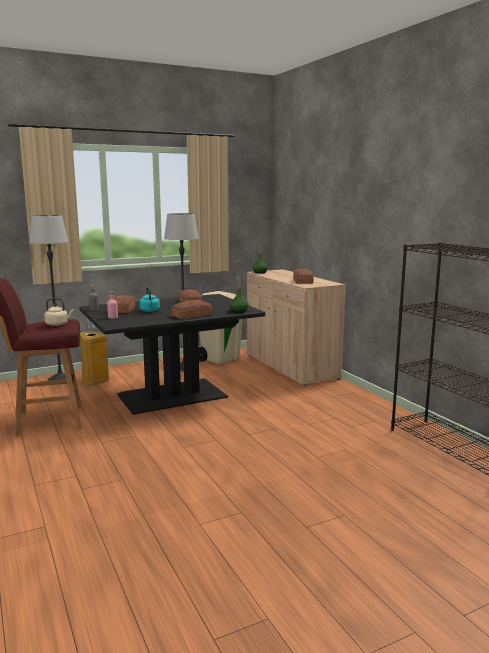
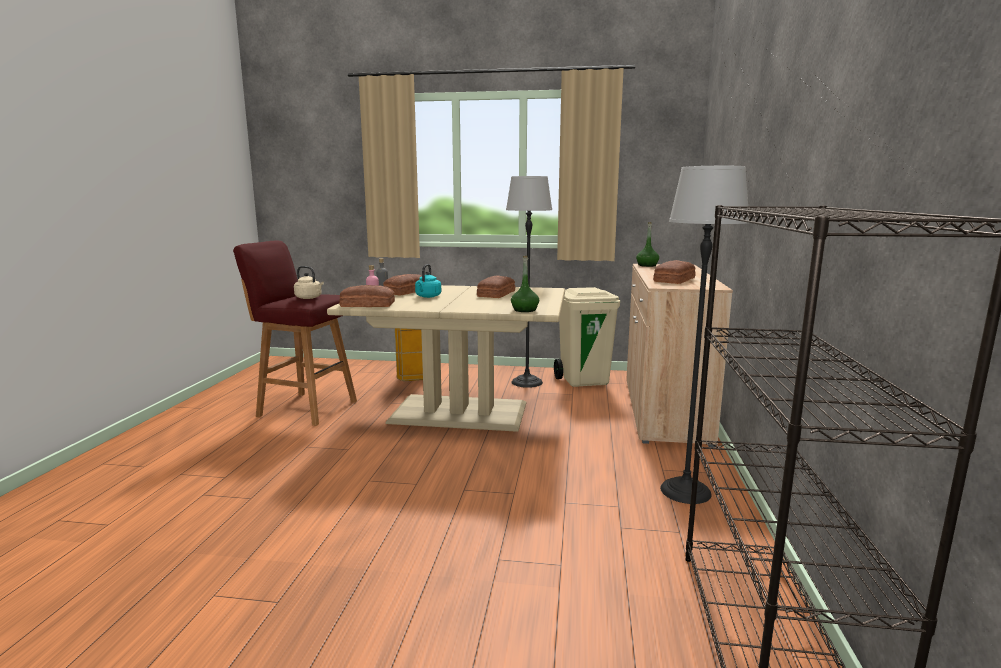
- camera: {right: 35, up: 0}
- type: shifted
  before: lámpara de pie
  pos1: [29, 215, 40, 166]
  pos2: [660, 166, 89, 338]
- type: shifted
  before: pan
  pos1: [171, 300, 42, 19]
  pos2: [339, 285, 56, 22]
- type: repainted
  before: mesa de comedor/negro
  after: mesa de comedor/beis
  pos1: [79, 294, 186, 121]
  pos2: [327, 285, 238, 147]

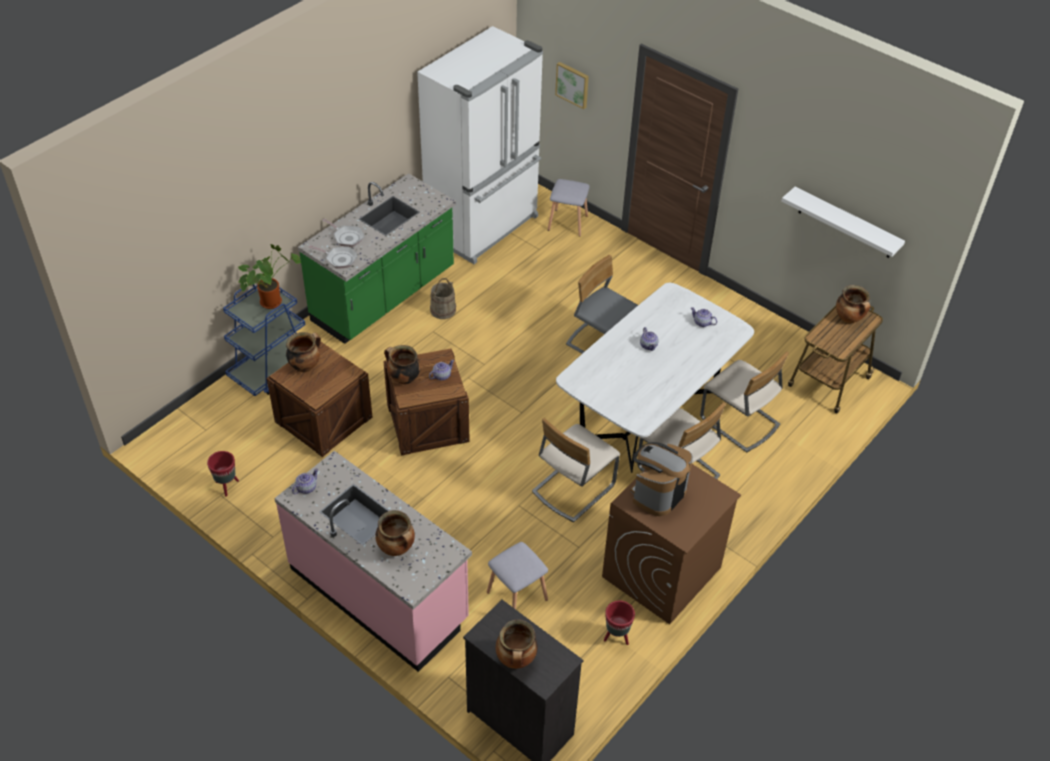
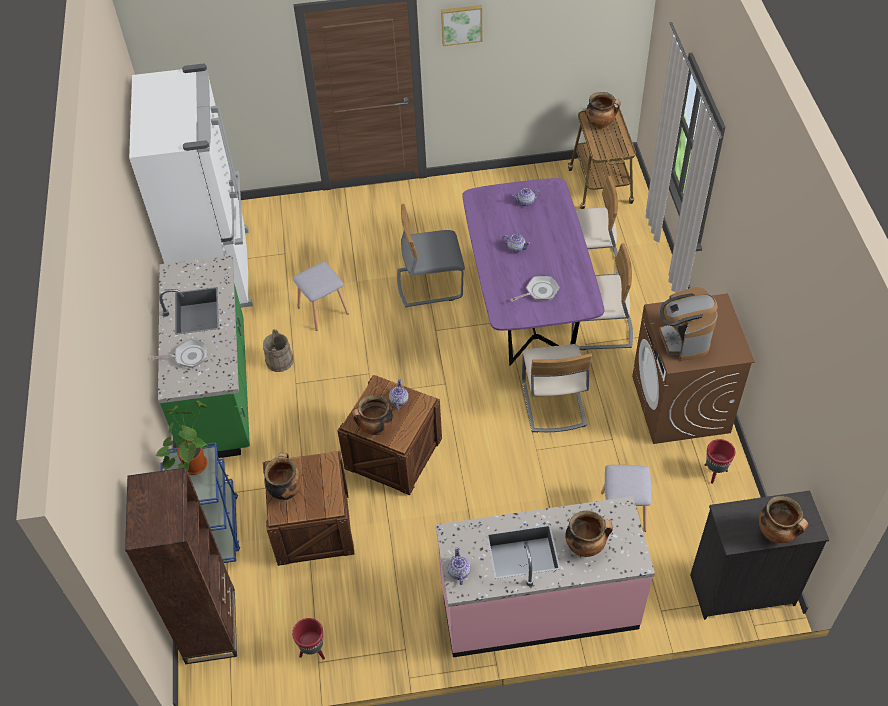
- camera: {right: -45, up: 5}
- type: gone
  before: estante/blanco
  pos1: [781, 187, 124, 71]
- type: new
  after: estantería/marrón
  pos2: [125, 468, 112, 196]
- type: shifted
  before: sartén
  pos1: [309, 245, 48, 24]
  pos2: [510, 276, 50, 26]
- type: shifted
  before: taburete/gris
  pos1: [548, 179, 42, 58]
  pos2: [293, 262, 56, 69]
- type: shifted
  before: cuadro
  pos1: [555, 62, 34, 47]
  pos2: [441, 5, 41, 41]
- type: repainted
  before: mesa de comedor/blanco
  after: mesa de comedor/morado
  pos1: [556, 283, 198, 190]
  pos2: [462, 178, 143, 188]

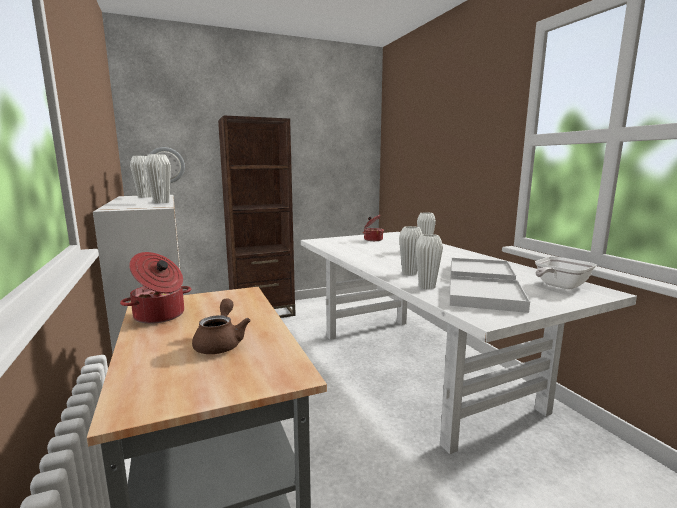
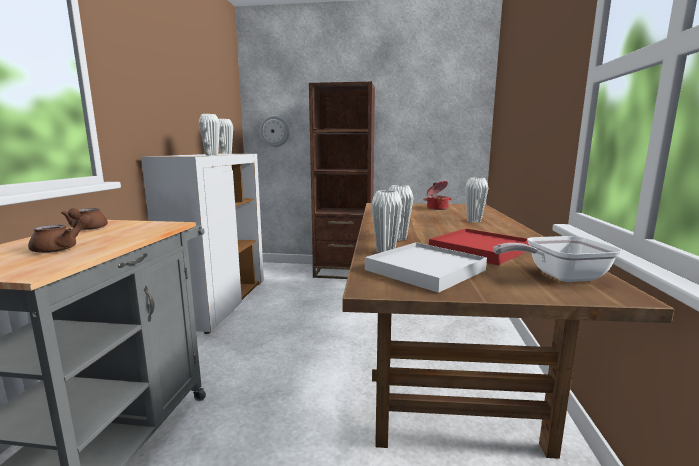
- camera: {right: 30, up: 0}
- type: swapped
  before: olla
  after: tetera/marrón
  pos1: [120, 252, 71, 72]
  pos2: [61, 208, 47, 22]
- type: repainted
  before: mesa de comedor/blanco
  after: mesa de comedor/marrón
  pos1: [301, 232, 336, 222]
  pos2: [342, 203, 332, 256]
- type: repainted
  before: bandeja/blanco
  after: bandeja/rojo
  pos1: [451, 258, 65, 22]
  pos2: [429, 228, 101, 37]

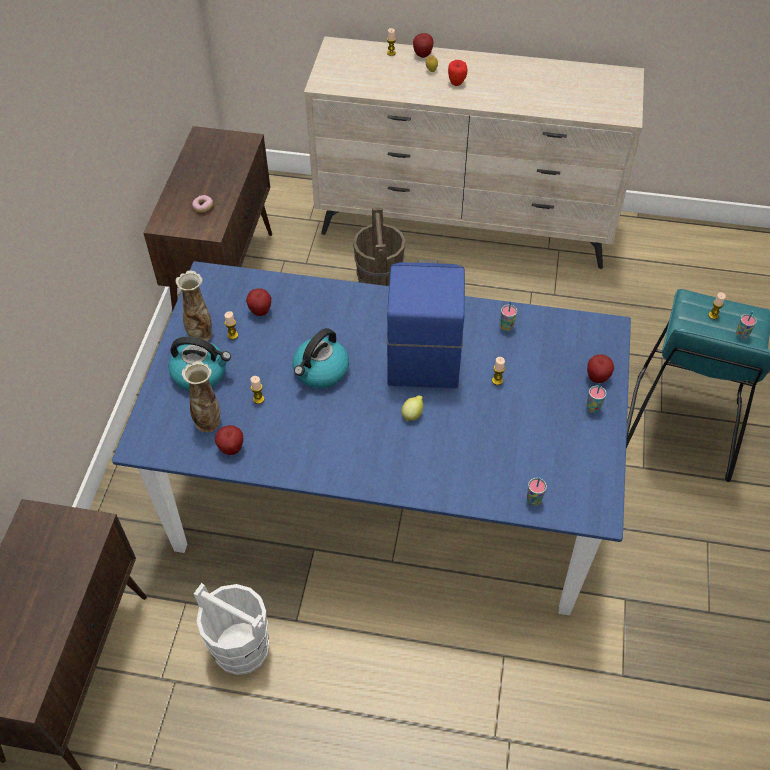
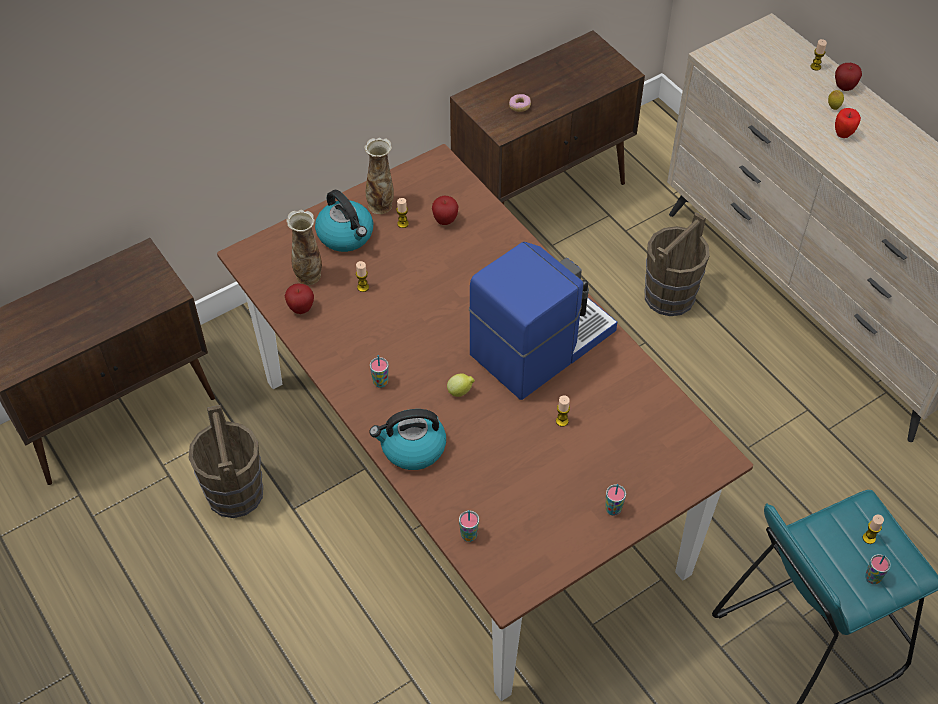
- camera: {right: 45, up: 0}
- type: gone
  before: manzana
  pos1: [587, 354, 27, 29]
- type: shifted
  before: hervidor
  pos1: [293, 328, 56, 60]
  pos2: [369, 409, 77, 61]
- type: shifted
  before: taza
  pos1: [500, 301, 17, 31]
  pos2: [370, 355, 18, 33]
- type: repainted
  before: mesa de comedor/azul
  after: mesa de comedor/marrón
  pos1: [112, 261, 519, 354]
  pos2: [217, 144, 536, 557]
- type: repainted
  before: cubo/blanco
  after: cubo/marrón
  pos1: [194, 583, 75, 92]
  pos2: [189, 405, 74, 113]

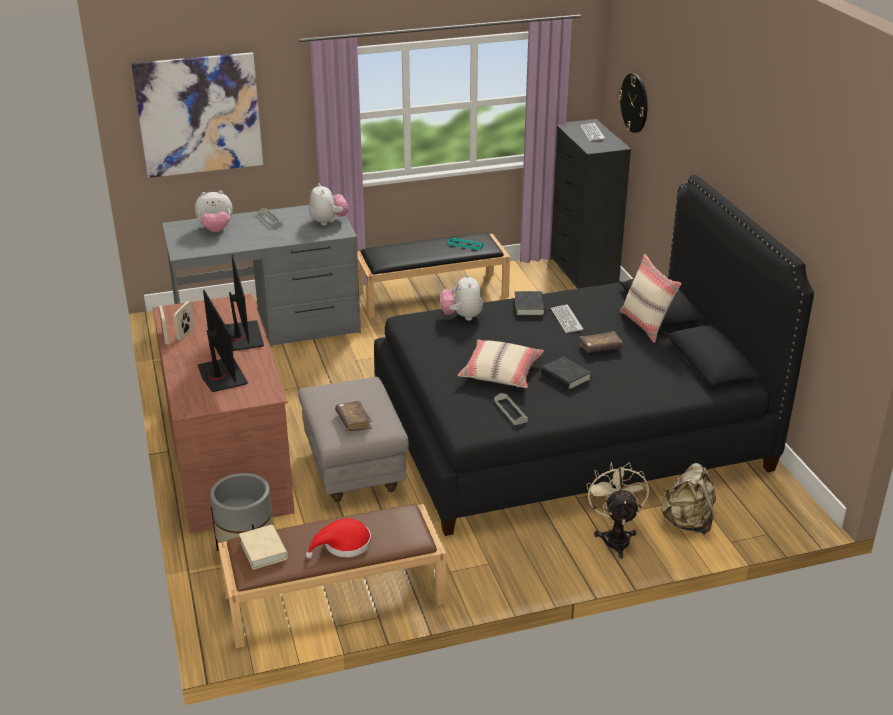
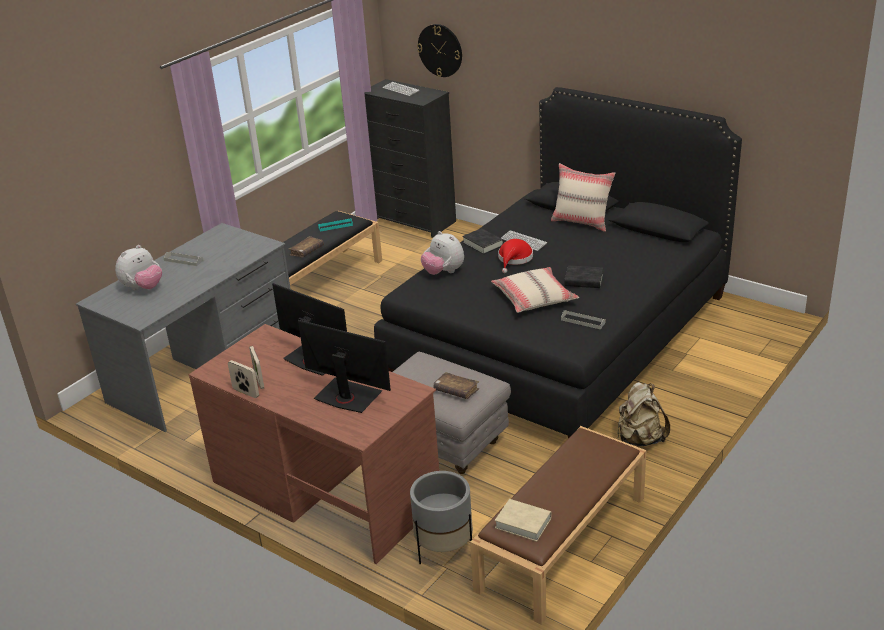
- camera: {right: -35, up: 0}
- type: gone
  before: cuadro
  pos1: [131, 52, 132, 126]
- type: gone
  before: peluche
  pos1: [309, 183, 39, 43]
- type: gone
  before: ventilador/beis
  pos1: [587, 462, 62, 97]
- type: shifted
  before: sombrero/rojo
  pos1: [306, 518, 65, 41]
  pos2: [498, 239, 35, 34]
- type: shifted
  before: libro/marrón
  pos1: [580, 331, 43, 22]
  pos2: [288, 236, 36, 22]
- type: shifted
  before: mochila/beis
  pos1: [661, 463, 55, 72]
  pos2: [617, 382, 53, 64]

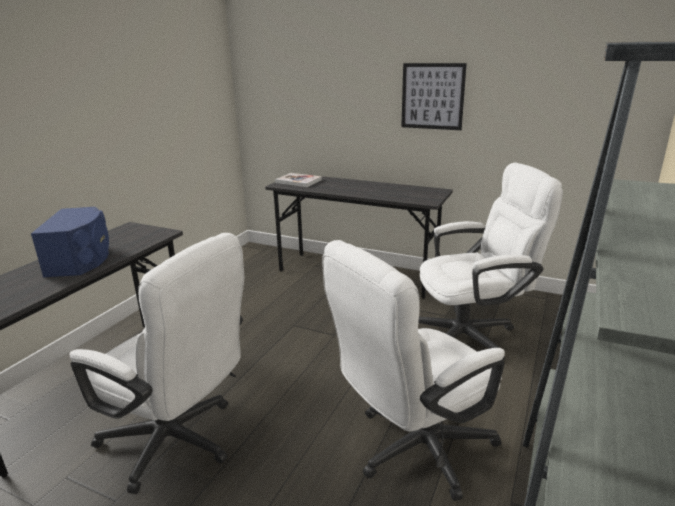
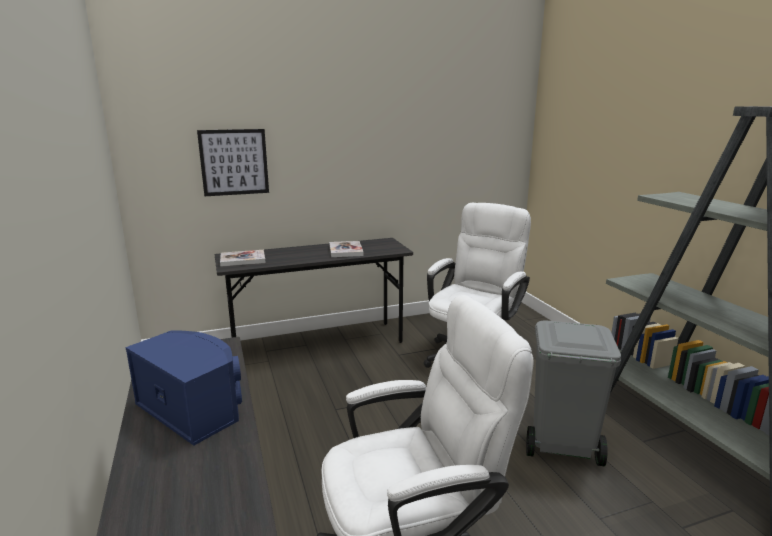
- camera: {right: -45, up: -5}
- type: new
  after: libro
  pos2: [329, 241, 35, 16]
- type: shifted
  before: cuadro
  pos1: [401, 63, 66, 67]
  pos2: [197, 129, 72, 67]
- type: swapped
  before: silla de oficina/blanco
  after: papelera/gris
  pos1: [322, 240, 183, 261]
  pos2: [526, 321, 95, 145]

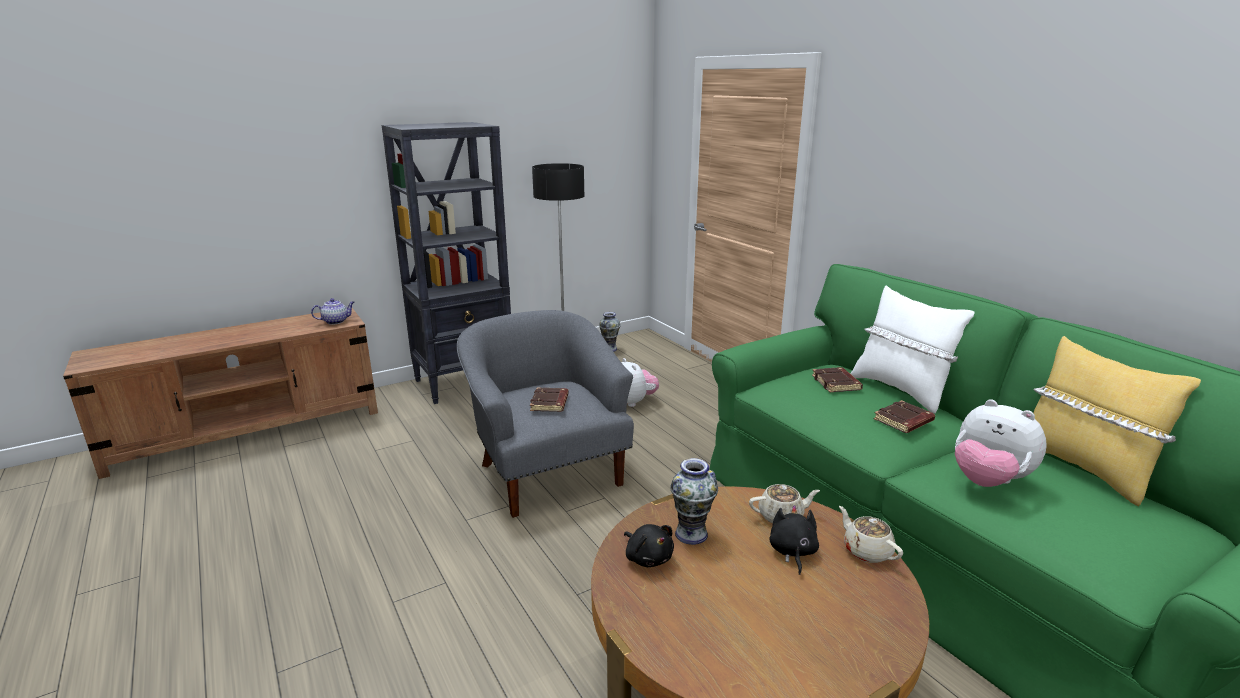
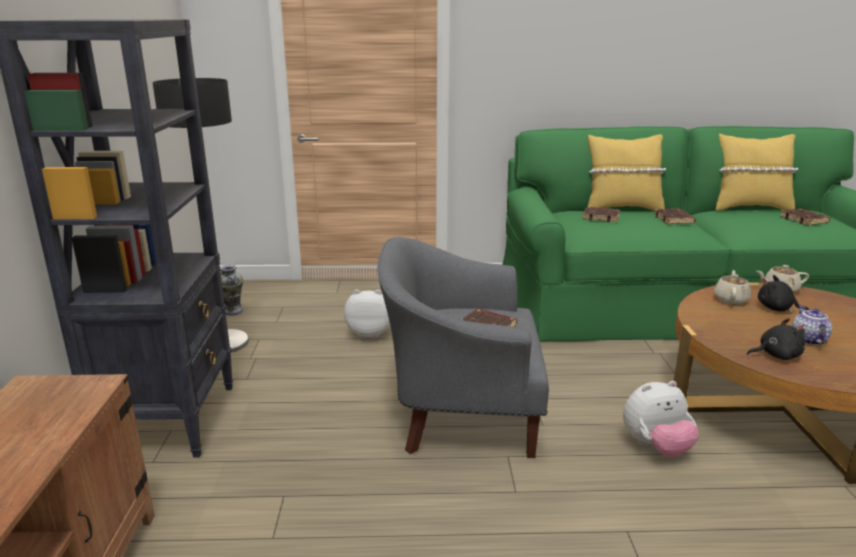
- camera: {right: -60, up: 0}
- type: gone
  before: florero
  pos1: [670, 458, 48, 87]
- type: new
  after: libro/marrón
  pos2: [780, 208, 50, 18]
- type: shifted
  before: tetera
  pos1: [311, 298, 43, 27]
  pos2: [792, 306, 40, 39]
- type: shifted
  before: peluche
  pos1: [955, 399, 92, 88]
  pos2: [623, 381, 76, 76]
- type: repainted
  before: cojín/blanco
  after: cojín/amarillo
  pos1: [850, 285, 125, 129]
  pos2: [588, 135, 78, 76]

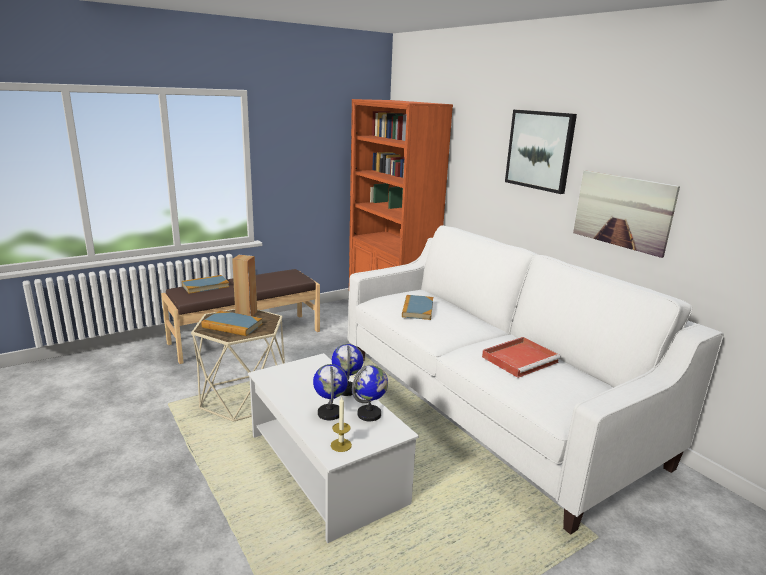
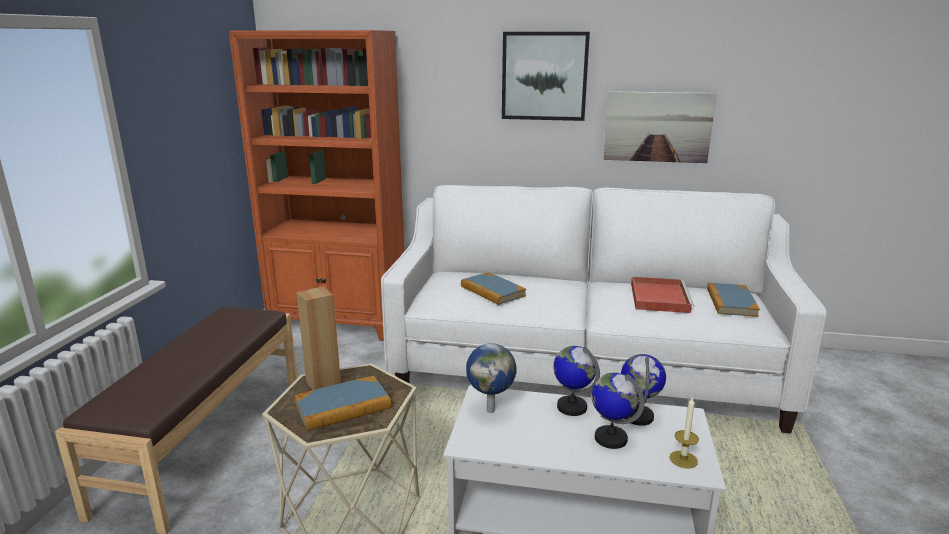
- camera: {right: -45, up: 0}
- type: new
  after: globo terráqueo
  pos2: [466, 343, 51, 70]
- type: shifted
  before: libro
  pos1: [182, 275, 47, 19]
  pos2: [707, 283, 53, 34]

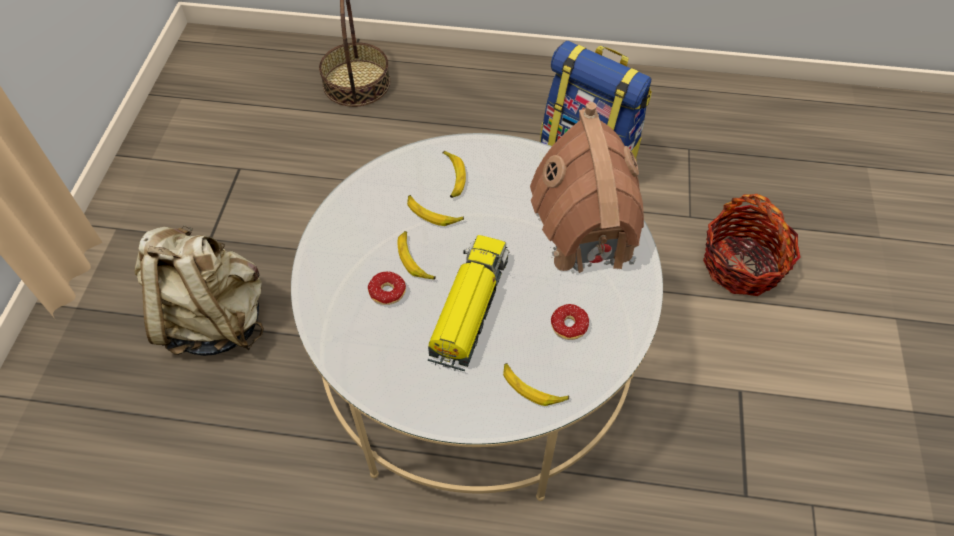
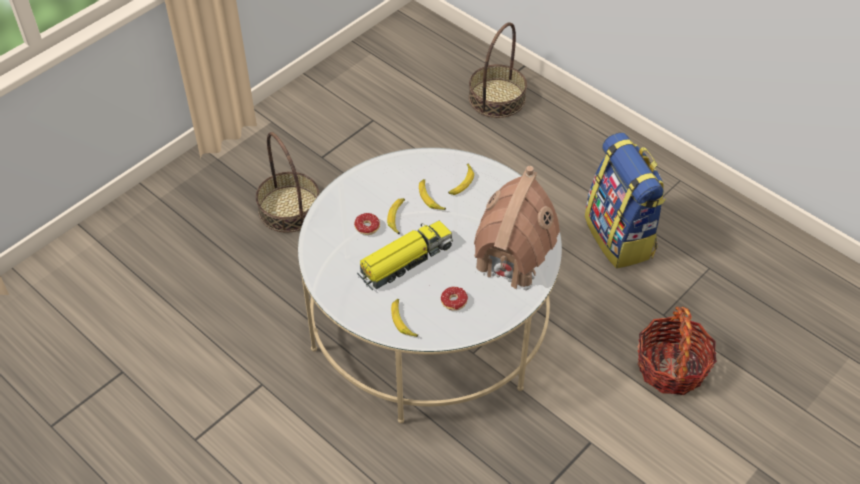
- camera: {right: 35, up: -5}
- type: swapped
  before: mochila/beis
  after: cesta
  pos1: [134, 225, 130, 131]
  pos2: [256, 132, 63, 101]

